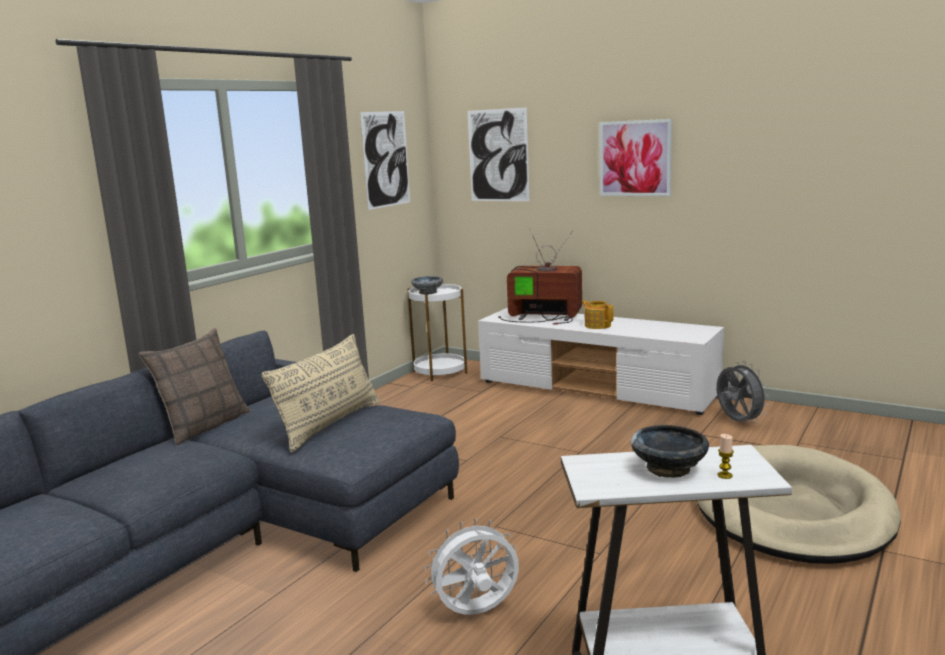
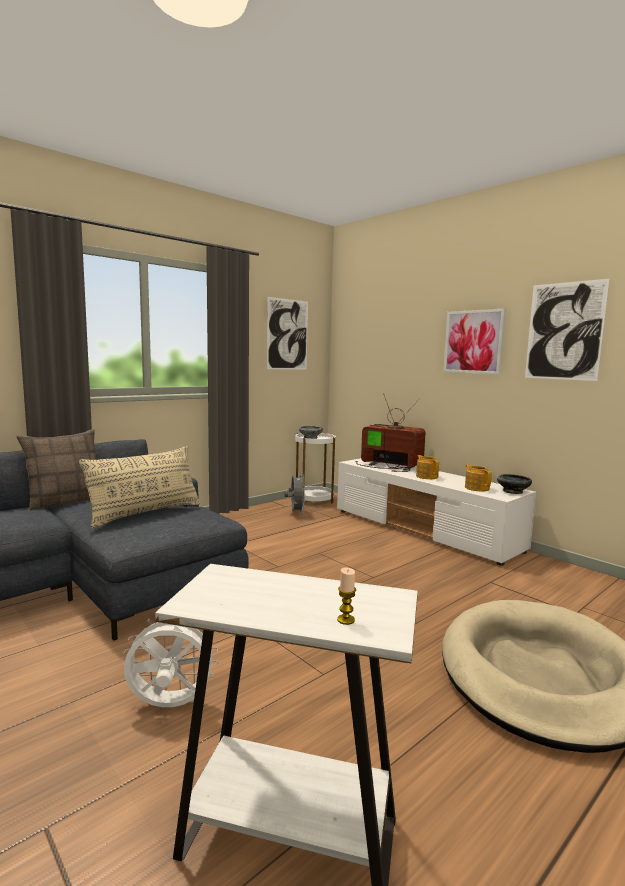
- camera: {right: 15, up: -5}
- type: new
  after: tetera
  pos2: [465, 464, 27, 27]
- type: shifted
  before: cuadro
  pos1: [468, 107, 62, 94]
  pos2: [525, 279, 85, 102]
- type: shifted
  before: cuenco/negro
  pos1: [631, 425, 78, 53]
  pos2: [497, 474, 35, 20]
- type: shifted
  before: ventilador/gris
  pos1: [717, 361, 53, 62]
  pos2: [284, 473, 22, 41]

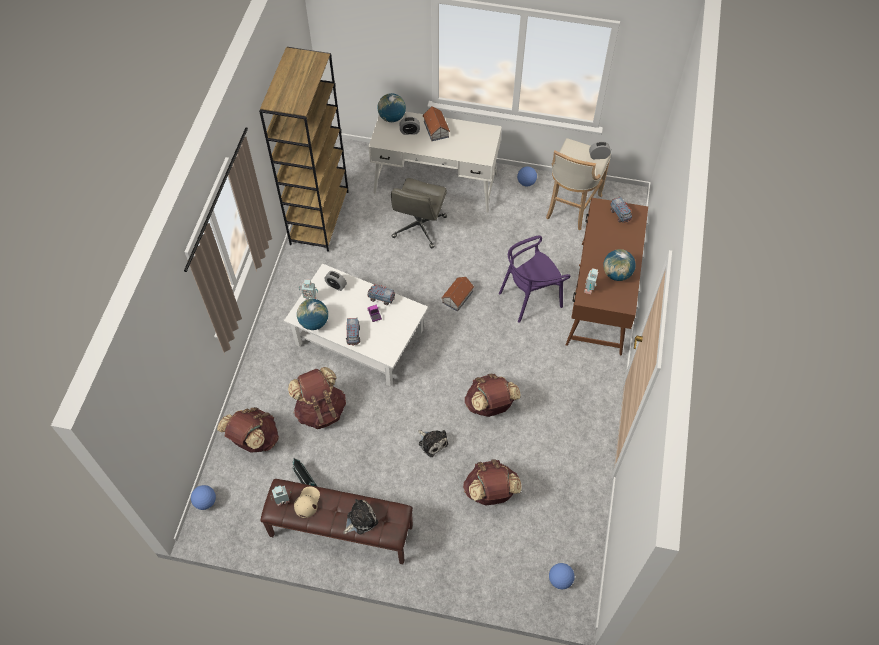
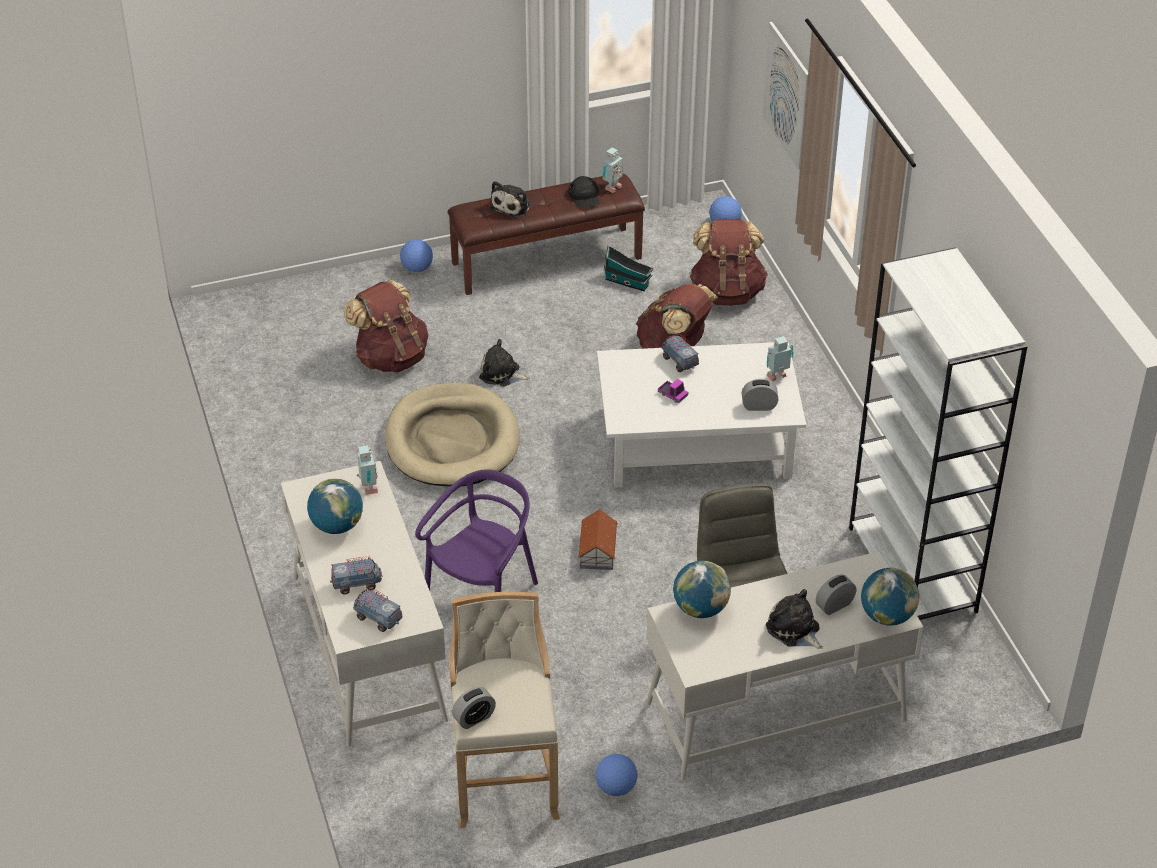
- camera: {right: 150, up: -15}
- type: new
  after: cuadro
  pos2: [763, 22, 45, 148]
- type: shifted
  before: globo terráqueo
  pos1: [297, 299, 31, 31]
  pos2: [673, 561, 58, 57]
- type: shifted
  before: camión de juguete
  pos1: [368, 285, 27, 20]
  pos2: [330, 556, 52, 39]
- type: shifted
  before: balón de fútbol
  pos1: [549, 563, 26, 26]
  pos2: [400, 239, 33, 33]
- type: swapped
  before: casita
  after: peluche
  pos1: [423, 106, 27, 35]
  pos2: [766, 589, 57, 60]
- type: swapped
  before: mochila/marrón
  after: cama para perro/beis
  pos1: [465, 373, 56, 44]
  pos2: [385, 383, 135, 104]
- type: repainted
  before: estantería/marrón
  after: estantería/blanco
  pos1: [259, 47, 90, 205]
  pos2: [849, 248, 178, 372]
- type: repainted
  before: gorra/beis
  after: gorra/negro
  pos1: [294, 486, 26, 32]
  pos2: [569, 176, 31, 32]
- type: repainted
  before: escritorio/marrón
  after: escritorio/blanco
  pos1: [566, 198, 82, 157]
  pos2: [280, 461, 168, 286]

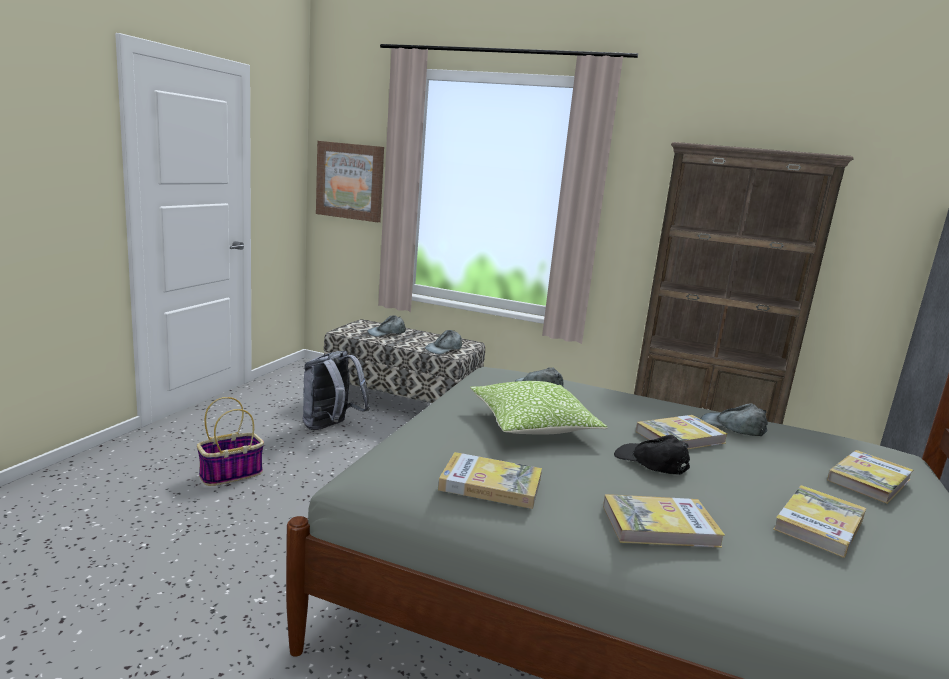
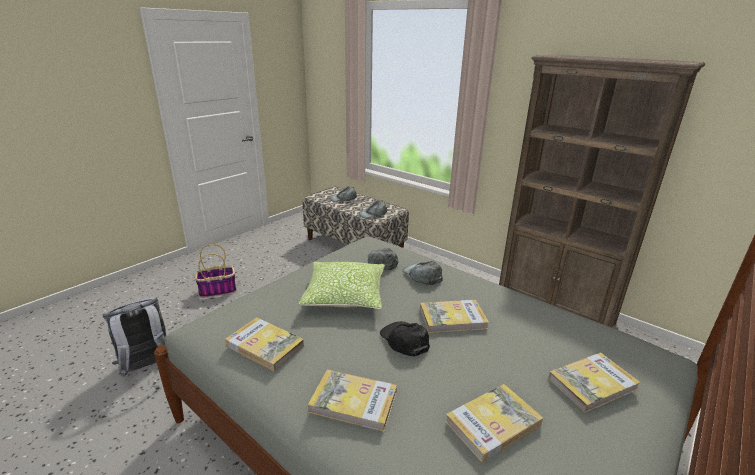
- camera: {right: 20, up: 10}
- type: gone
  before: cuadro
  pos1: [316, 141, 68, 81]
- type: shifted
  before: mochila/gris
  pos1: [303, 351, 67, 79]
  pos2: [103, 297, 63, 80]
- type: shifted
  before: gorra/gris
  pos1: [700, 403, 68, 33]
  pos2: [402, 260, 41, 25]

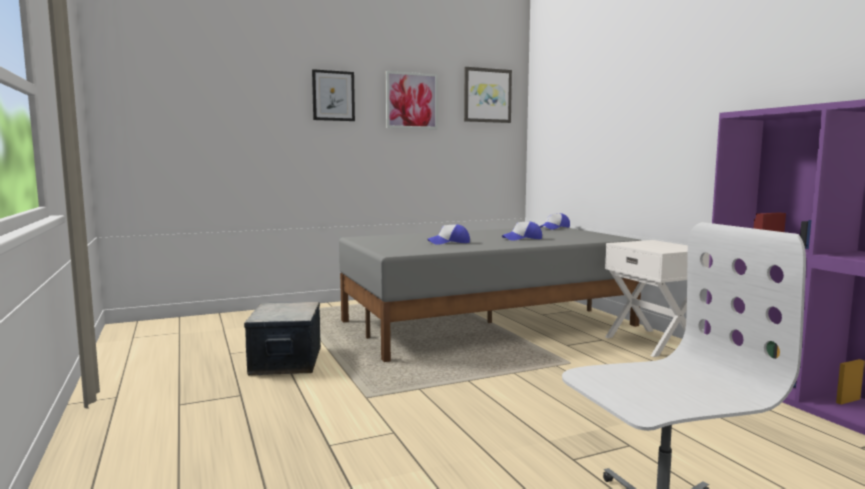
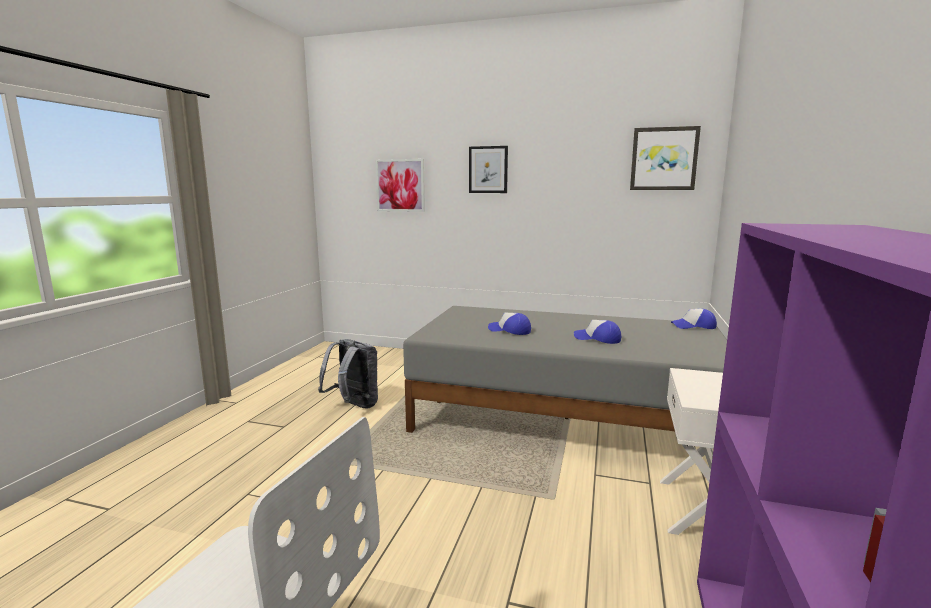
- camera: {right: 40, up: 5}
- type: shifted
  before: cuadro
  pos1: [386, 71, 52, 58]
  pos2: [375, 159, 50, 53]
- type: swapped
  before: caja de almacenaje
  after: mochila/gris
  pos1: [244, 302, 77, 74]
  pos2: [318, 339, 60, 70]

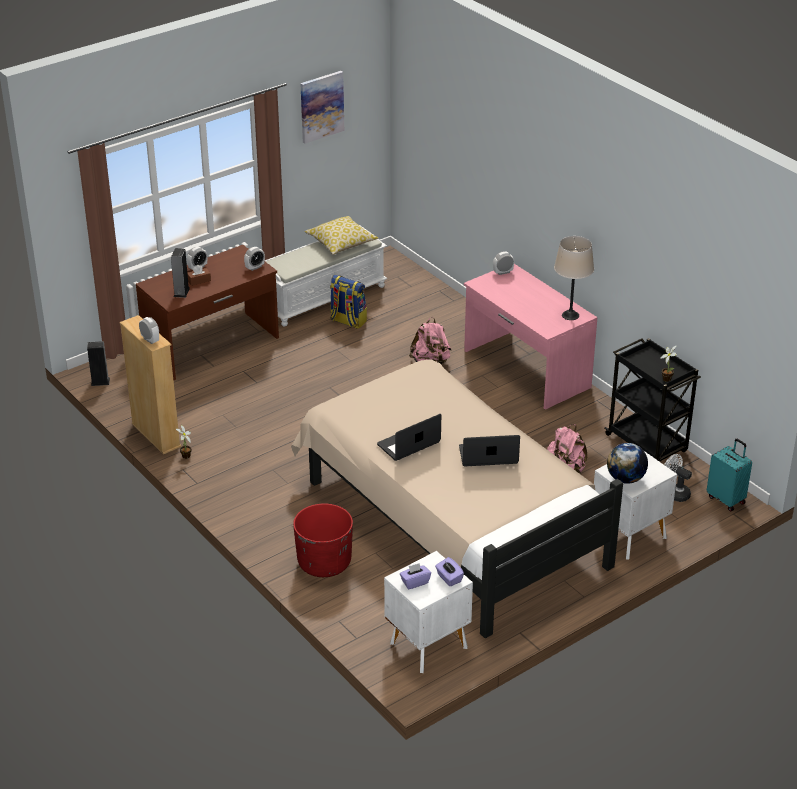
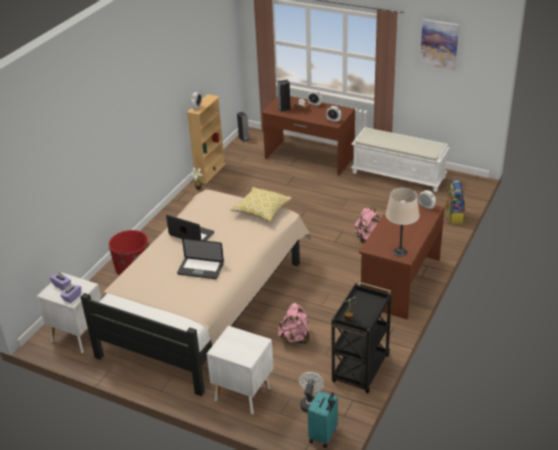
- camera: {right: 65, up: 0}
- type: gone
  before: globo terráqueo
  pos1: [607, 443, 41, 41]
- type: shifted
  before: cojín
  pos1: [304, 216, 74, 39]
  pos2: [230, 187, 62, 35]
- type: shifted
  before: mochila
  pos1: [330, 275, 37, 54]
  pos2: [445, 179, 20, 45]
- type: repainted
  before: escritorio/rosa
  after: escritorio/marrón
  pos1: [464, 264, 134, 146]
  pos2: [359, 201, 86, 118]
- type: rotated
  before: portátil
  pos1: [459, 435, 61, 31]
  pos2: [177, 238, 47, 41]
  turn: 135

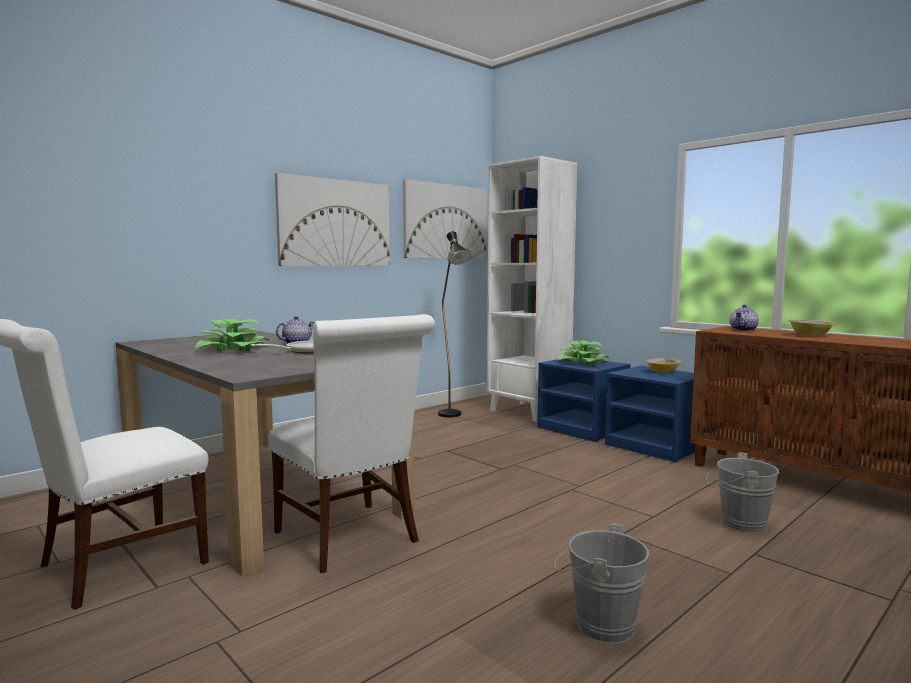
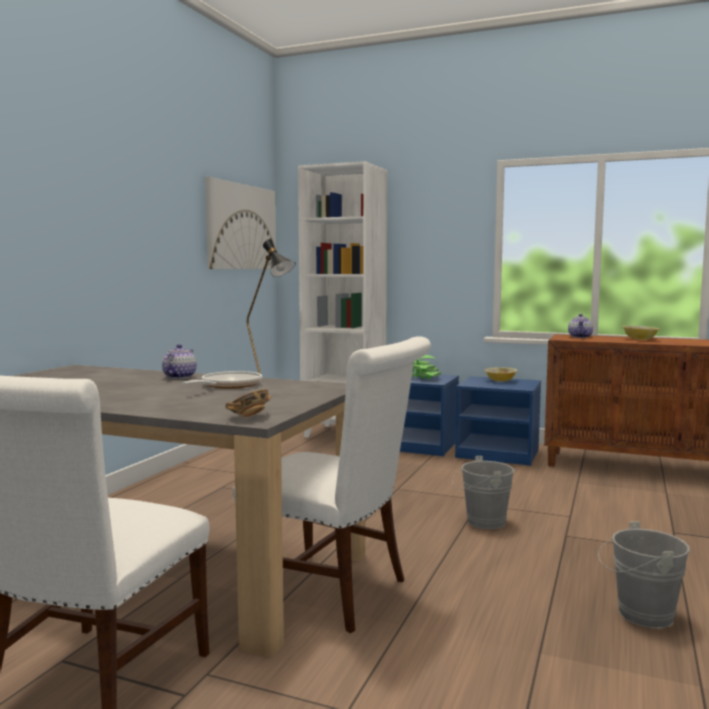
- camera: {right: -25, up: 0}
- type: gone
  before: planta en maceta
  pos1: [195, 319, 76, 33]
- type: gone
  before: cuadro
  pos1: [275, 173, 115, 93]
- type: new
  after: cuenco
  pos2: [225, 389, 46, 28]
- type: shifted
  before: cubo/gris
  pos1: [706, 452, 73, 81]
  pos2: [452, 456, 62, 73]

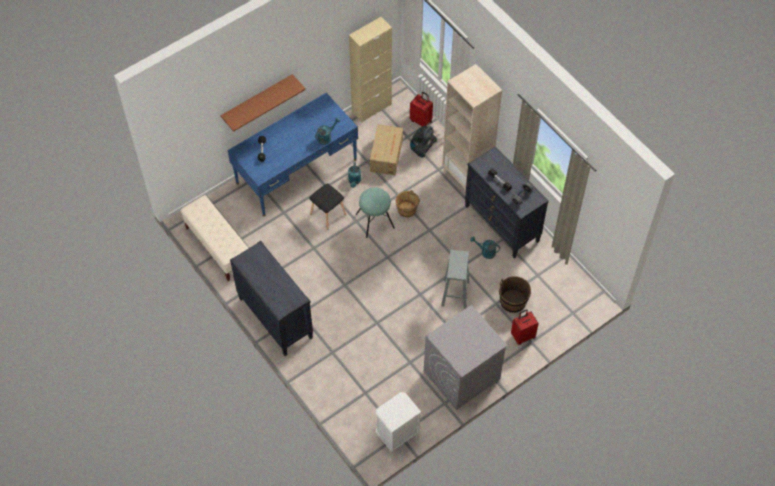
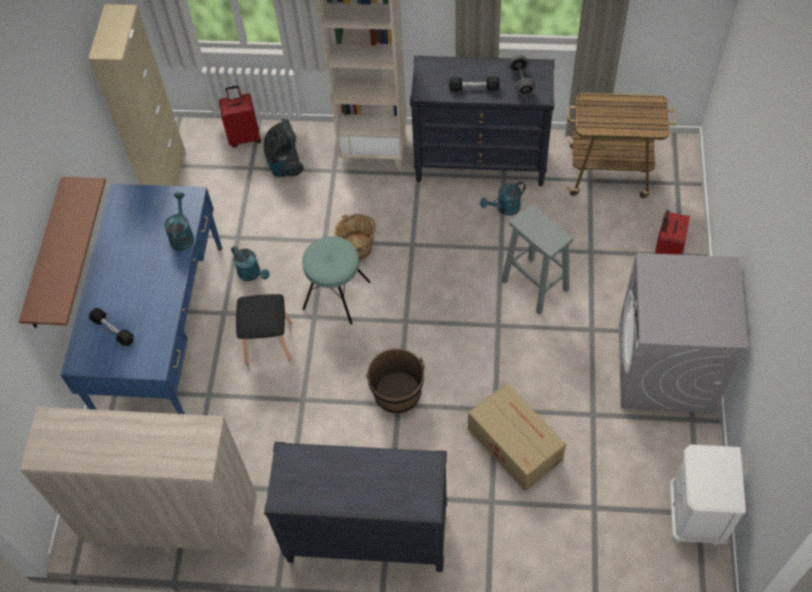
- camera: {right: -45, up: 0}
- type: new
  after: carrito
  pos2: [566, 93, 111, 105]
- type: shifted
  before: caja de cartón
  pos1: [370, 124, 33, 51]
  pos2: [468, 383, 98, 108]
- type: shifted
  before: cubo/marrón
  pos1: [499, 276, 32, 37]
  pos2: [366, 348, 59, 66]
- type: swapped
  before: banco/beis
  after: armario/beis
  pos1: [180, 195, 69, 86]
  pos2: [20, 407, 237, 147]

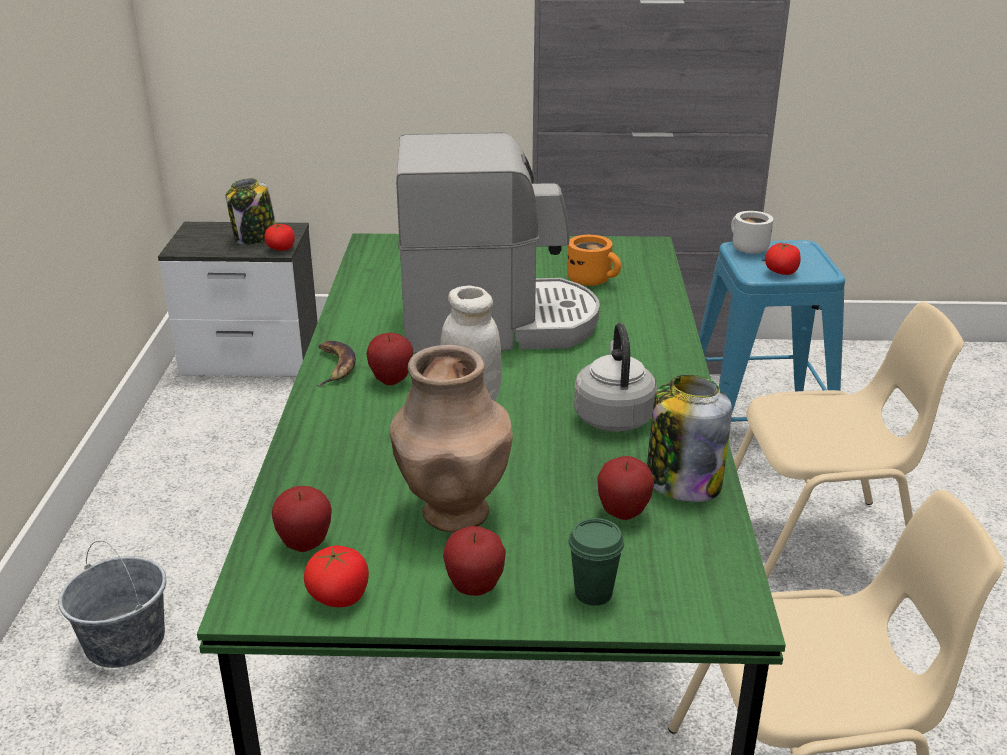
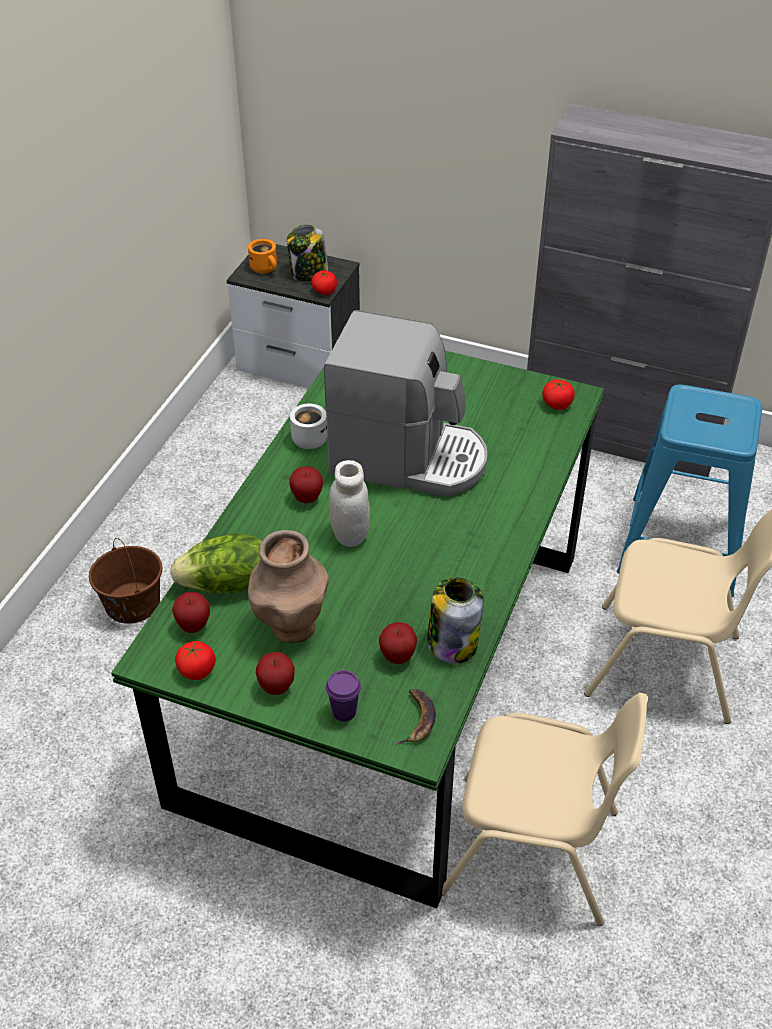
- camera: {right: 20, up: 15}
- type: gone
  before: hervidor/gris
  pos1: [574, 323, 83, 109]
- type: new
  after: lechuga
  pos2: [170, 533, 92, 60]
- type: shifted
  before: plátano
  pos1: [317, 341, 39, 46]
  pos2: [396, 689, 40, 56]
- type: shifted
  before: taza grande/naranja
  pos1: [567, 235, 54, 51]
  pos2: [248, 239, 29, 35]
- type: shifted
  before: taza grande/blanco
  pos1: [731, 211, 42, 43]
  pos2: [290, 404, 37, 45]
- type: shifted
  before: tomate
  pos1: [765, 243, 36, 32]
  pos2: [542, 379, 33, 31]
- type: repainted
  before: cubo/gris
  after: cubo/marrón
  pos1: [58, 541, 108, 127]
  pos2: [89, 538, 74, 86]
- type: repainted
  before: taza/verde
  after: taza/morado
  pos1: [568, 518, 56, 88]
  pos2: [326, 670, 35, 51]

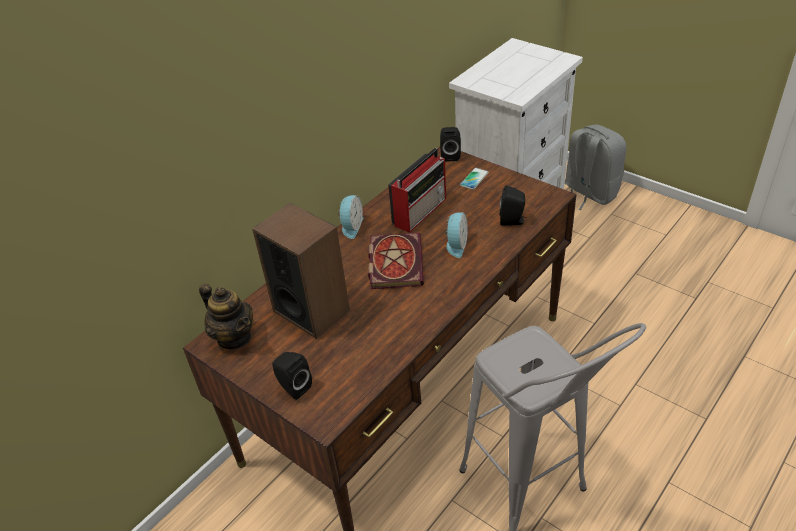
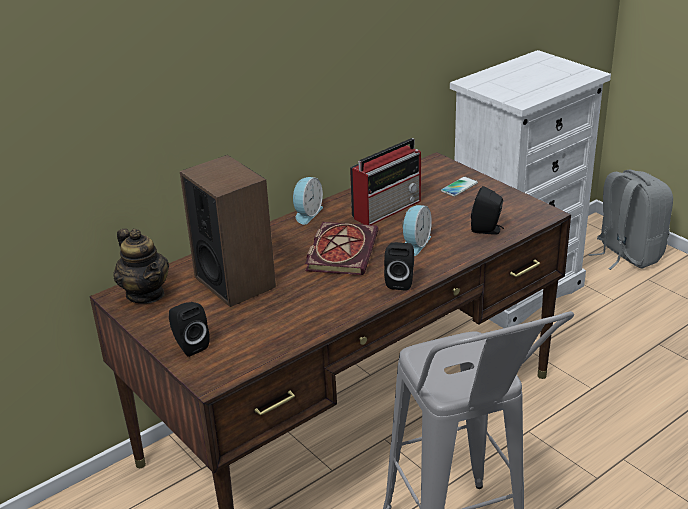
- camera: {right: 10, up: -10}
- type: shifted
  before: altavoz/negro
  pos1: [440, 127, 21, 35]
  pos2: [384, 242, 30, 49]

